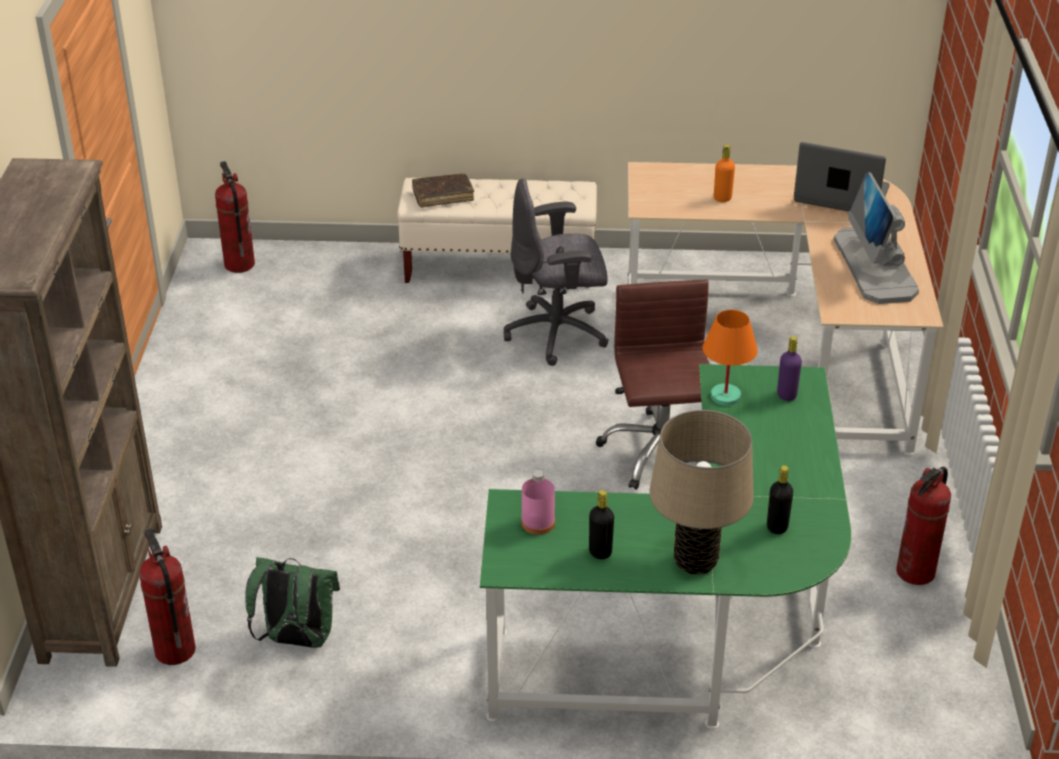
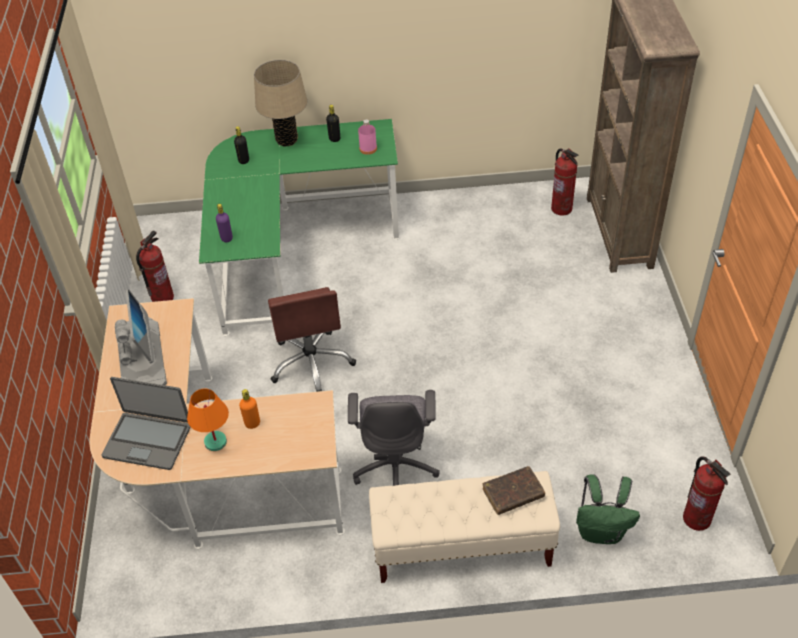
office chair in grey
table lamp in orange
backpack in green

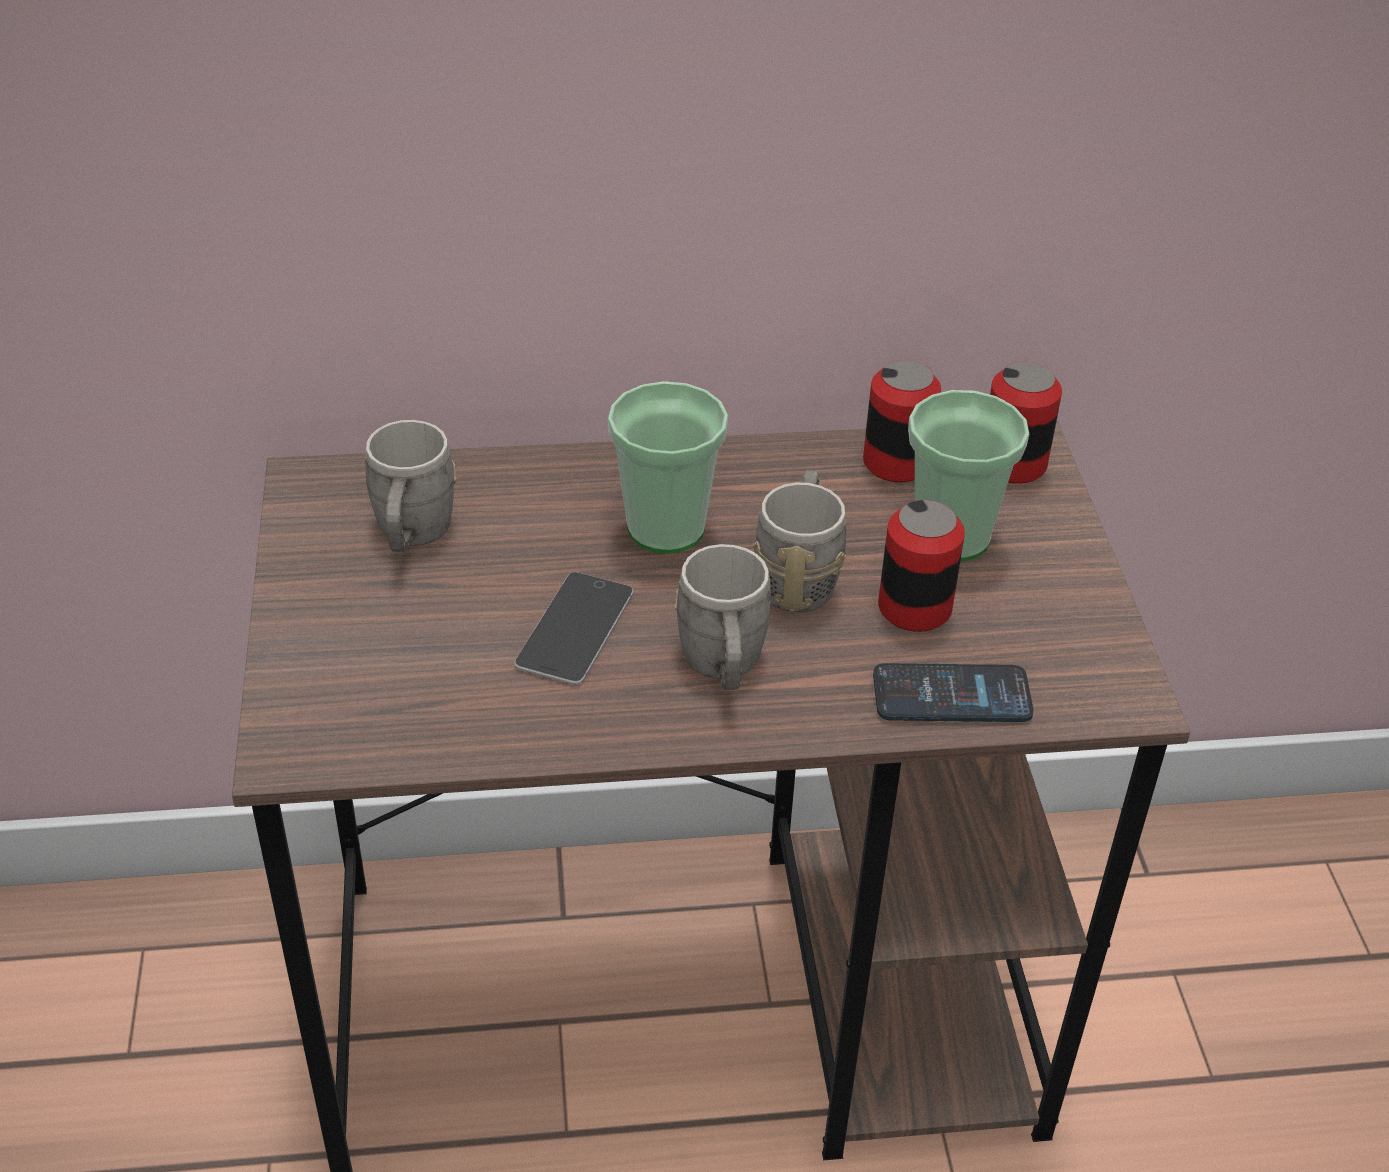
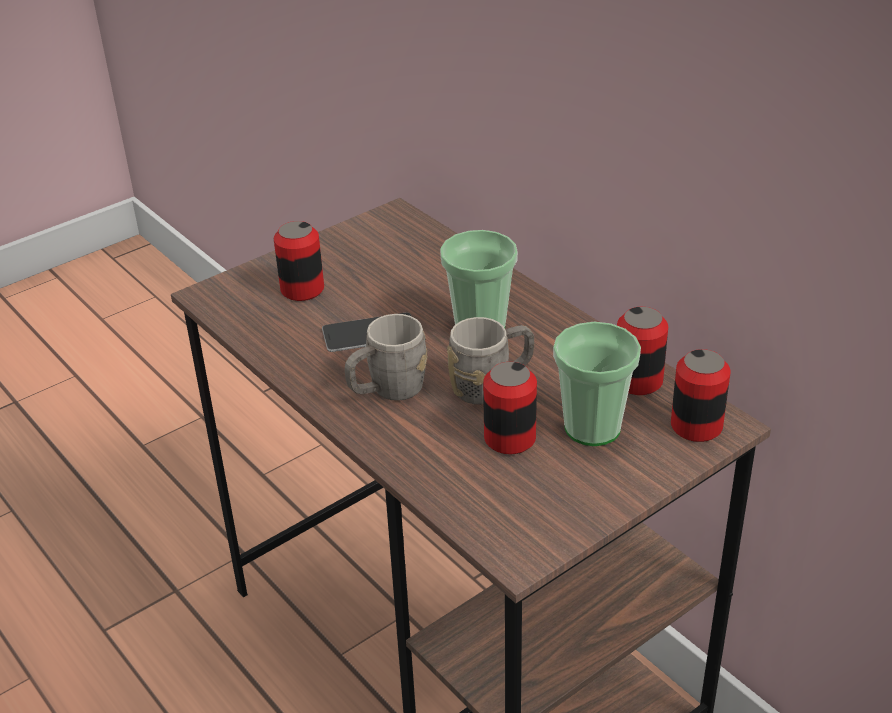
mug in grey (1st from left in the first image)
phone (2nd from left in the first image)
can (1st from left)

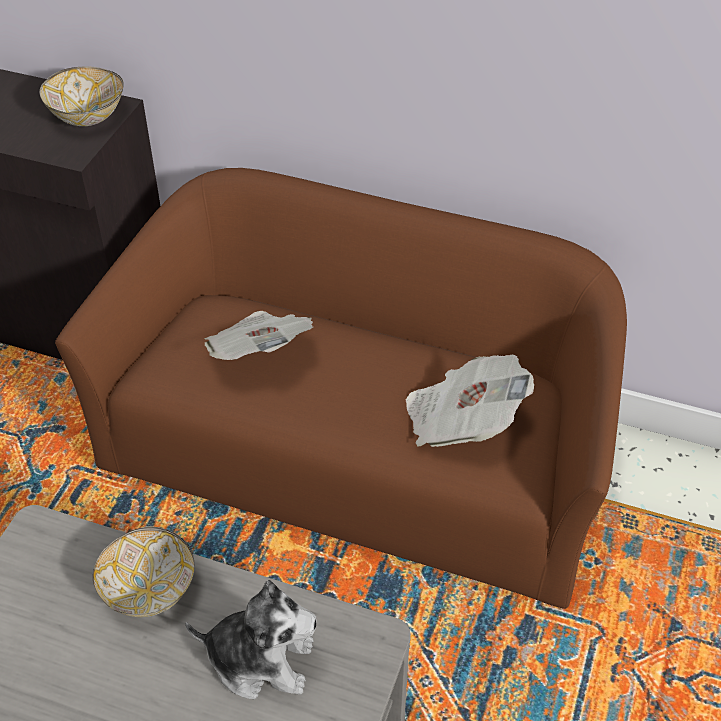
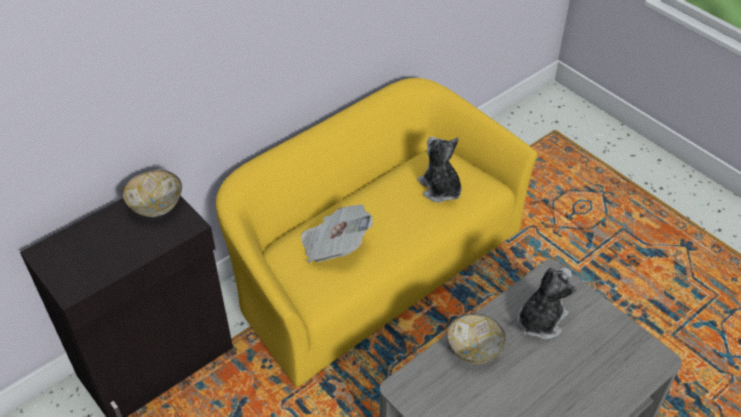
sofa in yellow
plush toy (1st from left)

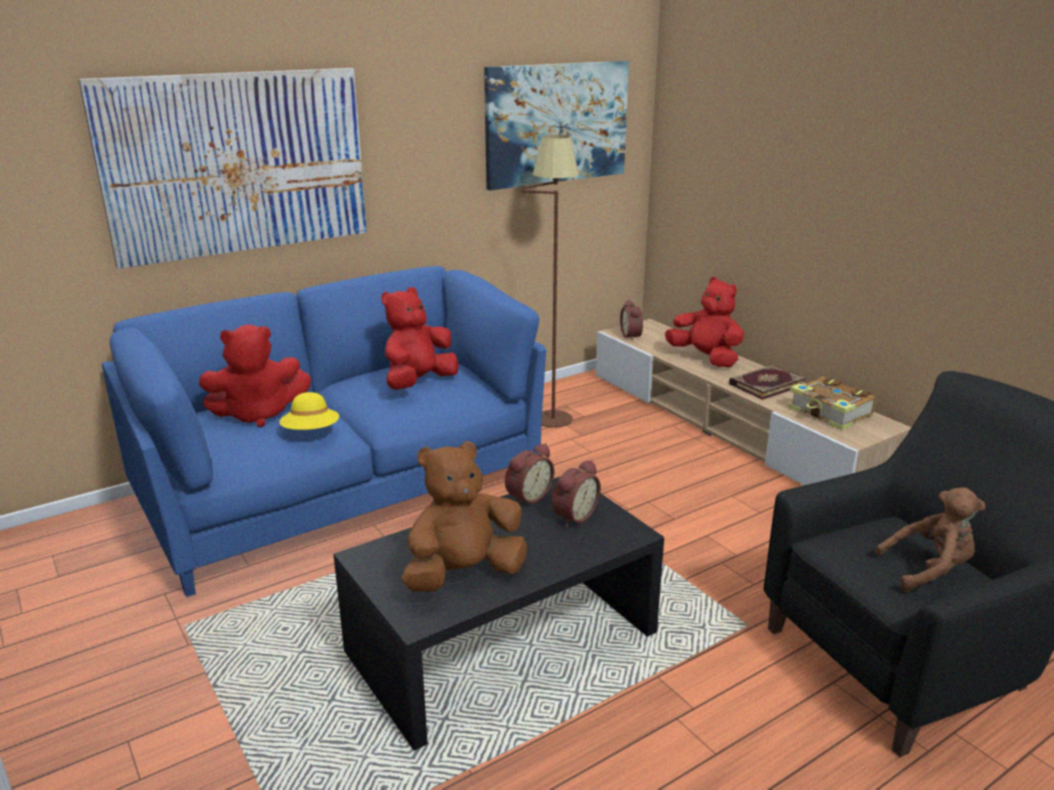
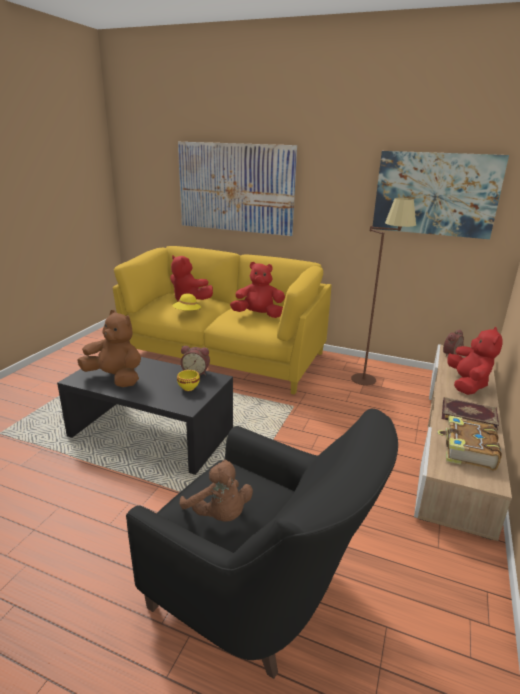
sofa in yellow
bowl in yellow

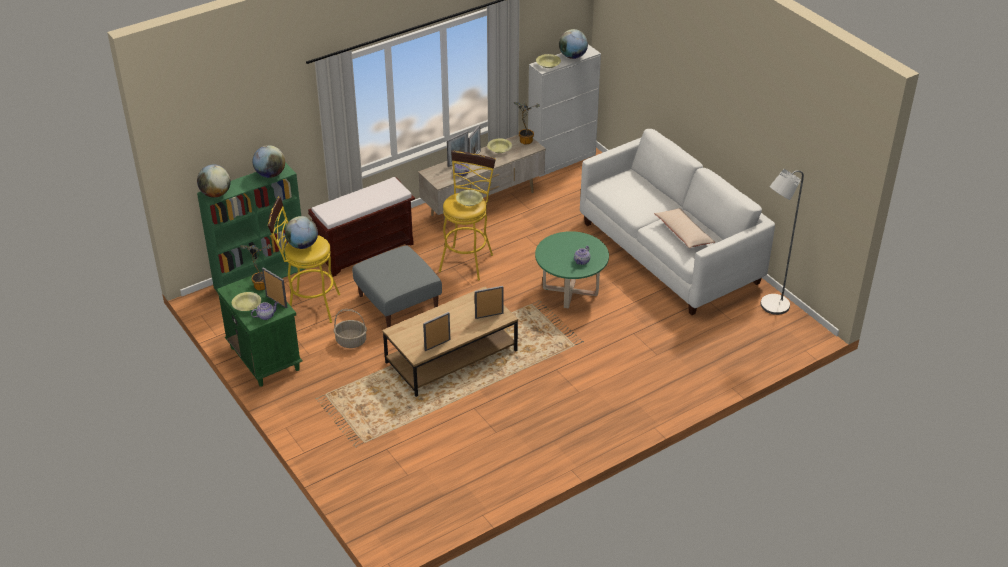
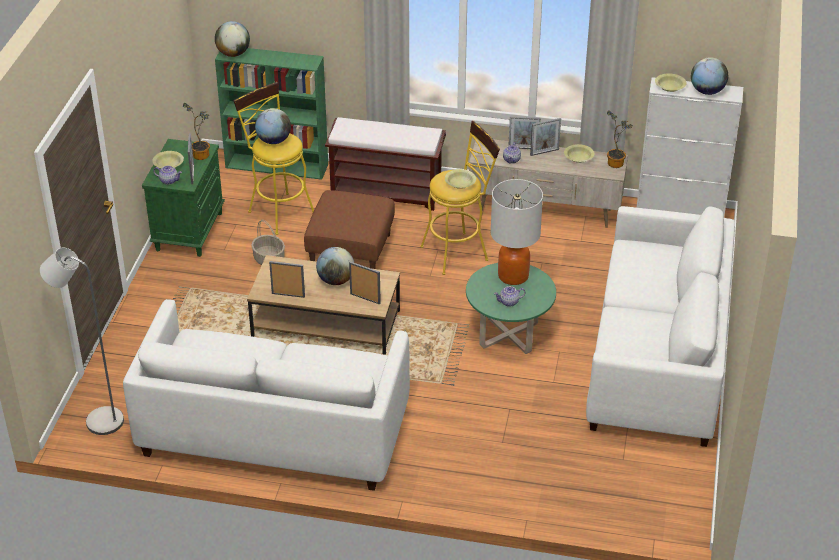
globe (3rd from left)
floor lamp in grey
pillow in beige
ottoman in brown
table lamp
sofa in white (1st from left)

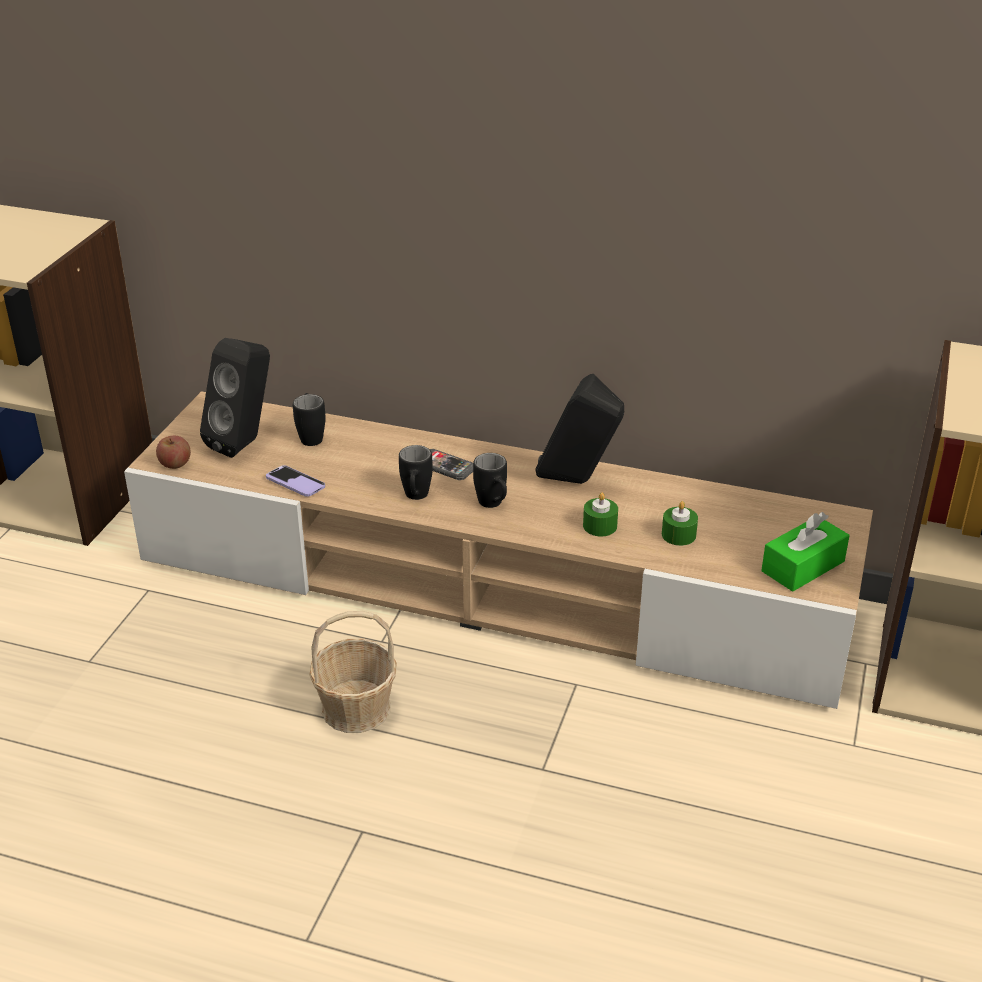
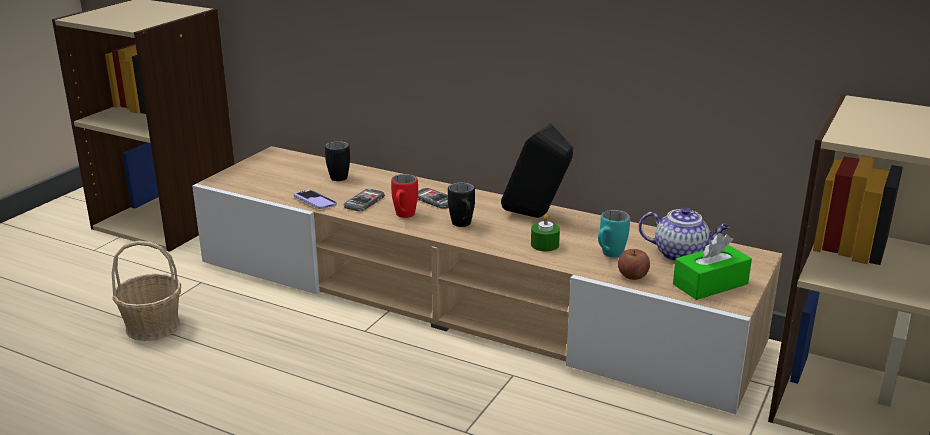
speaker in black (1st from left in the first image)
apple
mug in red
mug in turquoise
basket
phone (2nd from left)
teapot

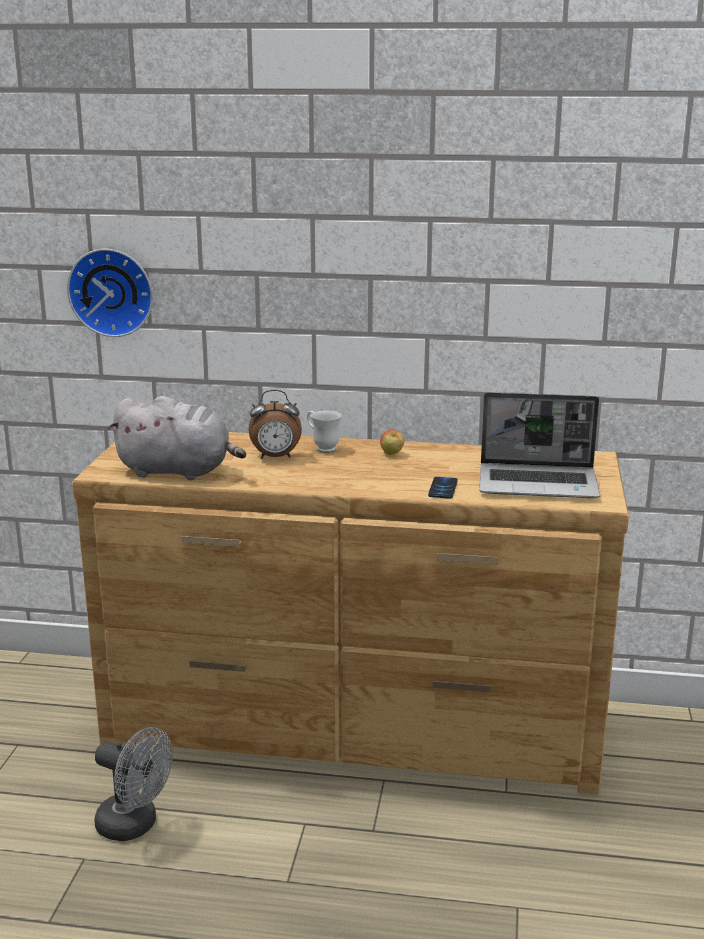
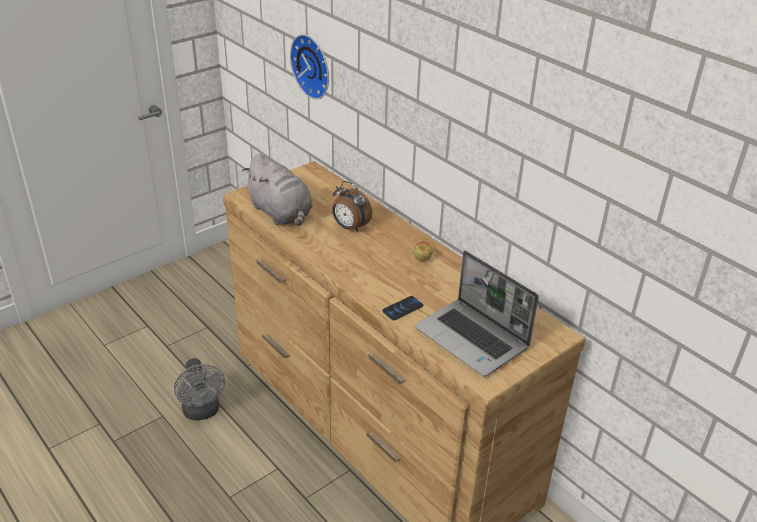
mug in white

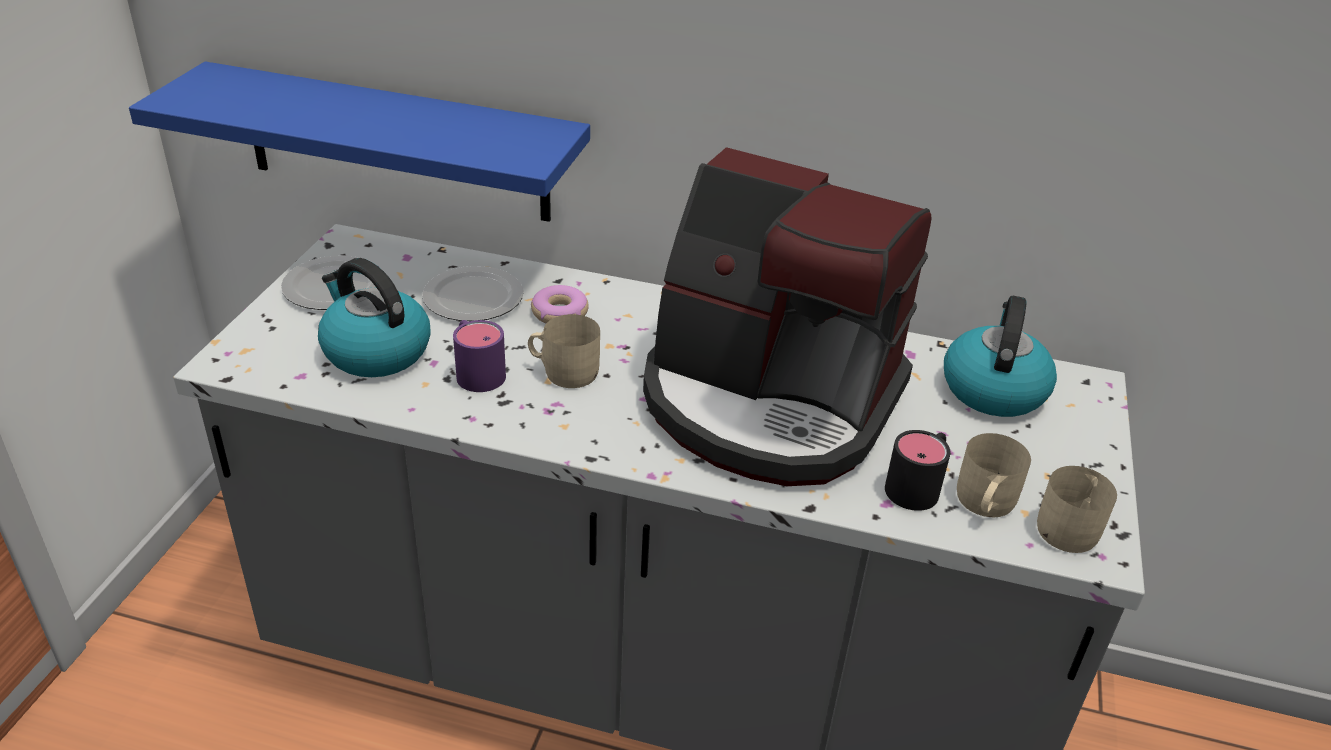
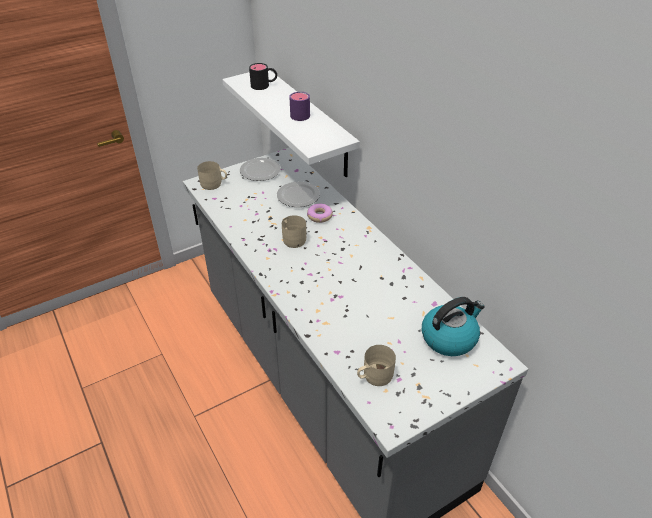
shelf in white
coffee machine
kettle (1st from left in the first image)
mug in purple
mug in black
mug in beige (1st from left)

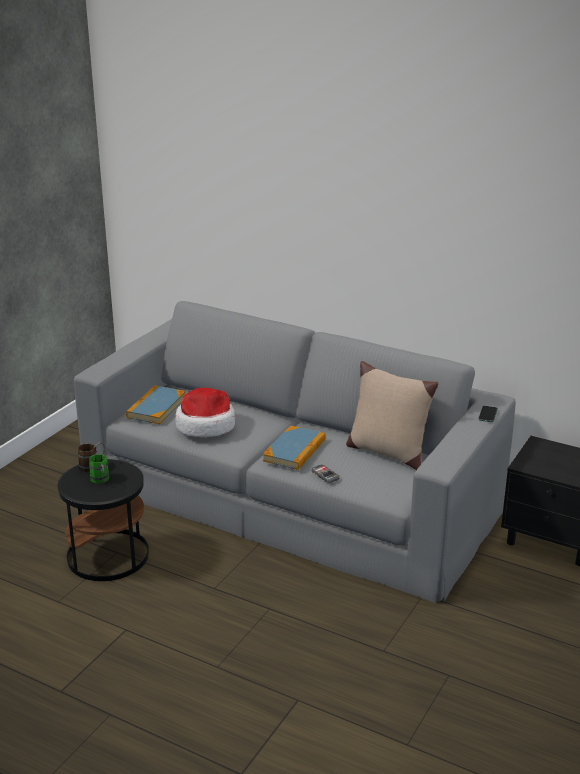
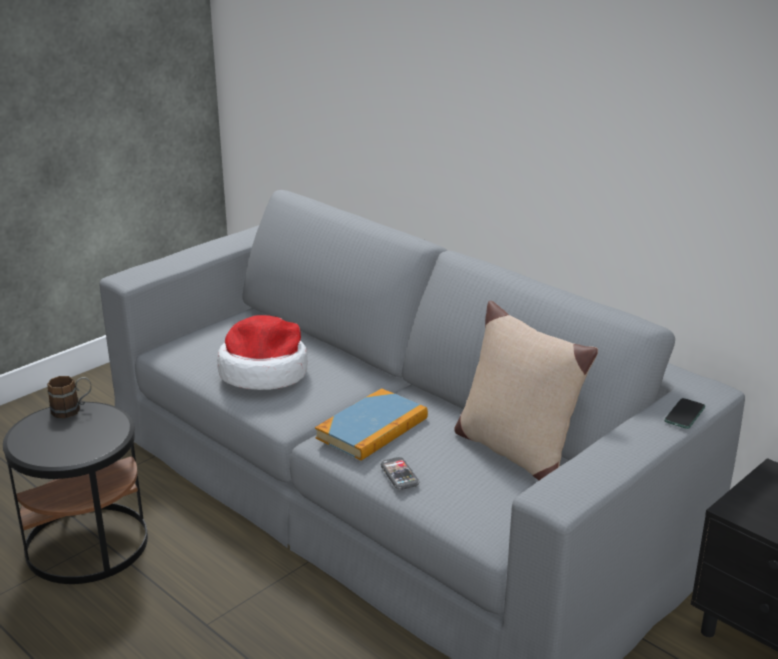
book (1st from left in the first image)
mug in green

